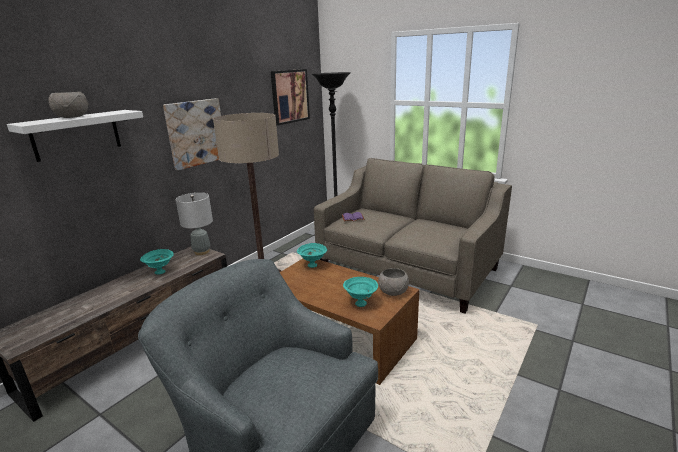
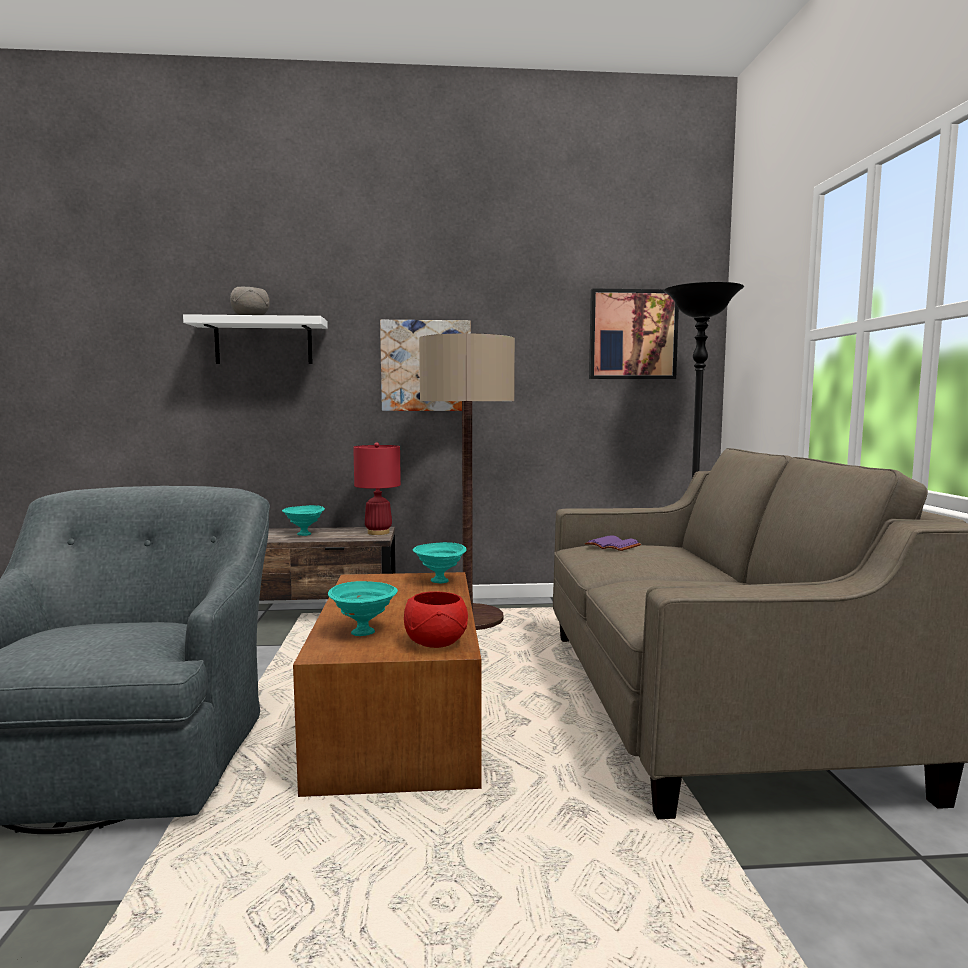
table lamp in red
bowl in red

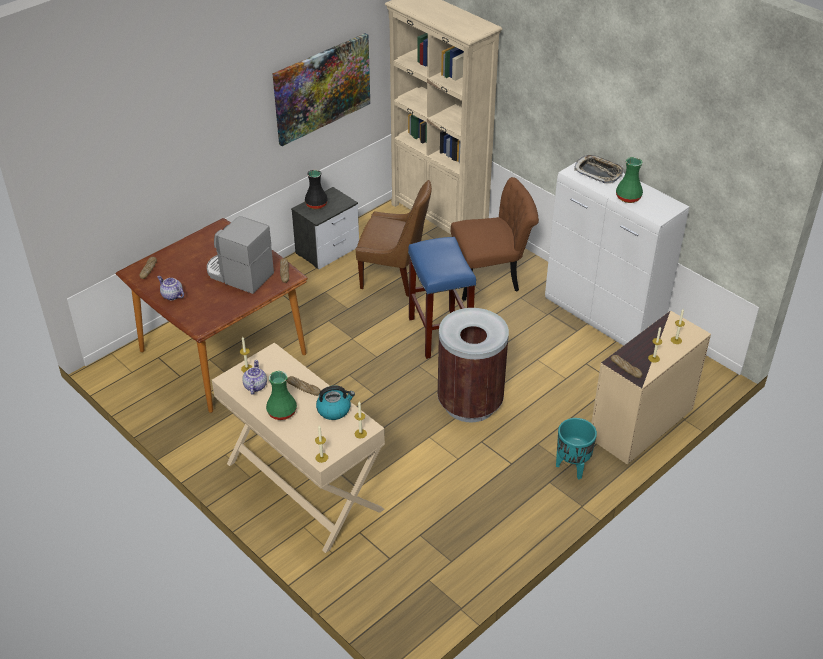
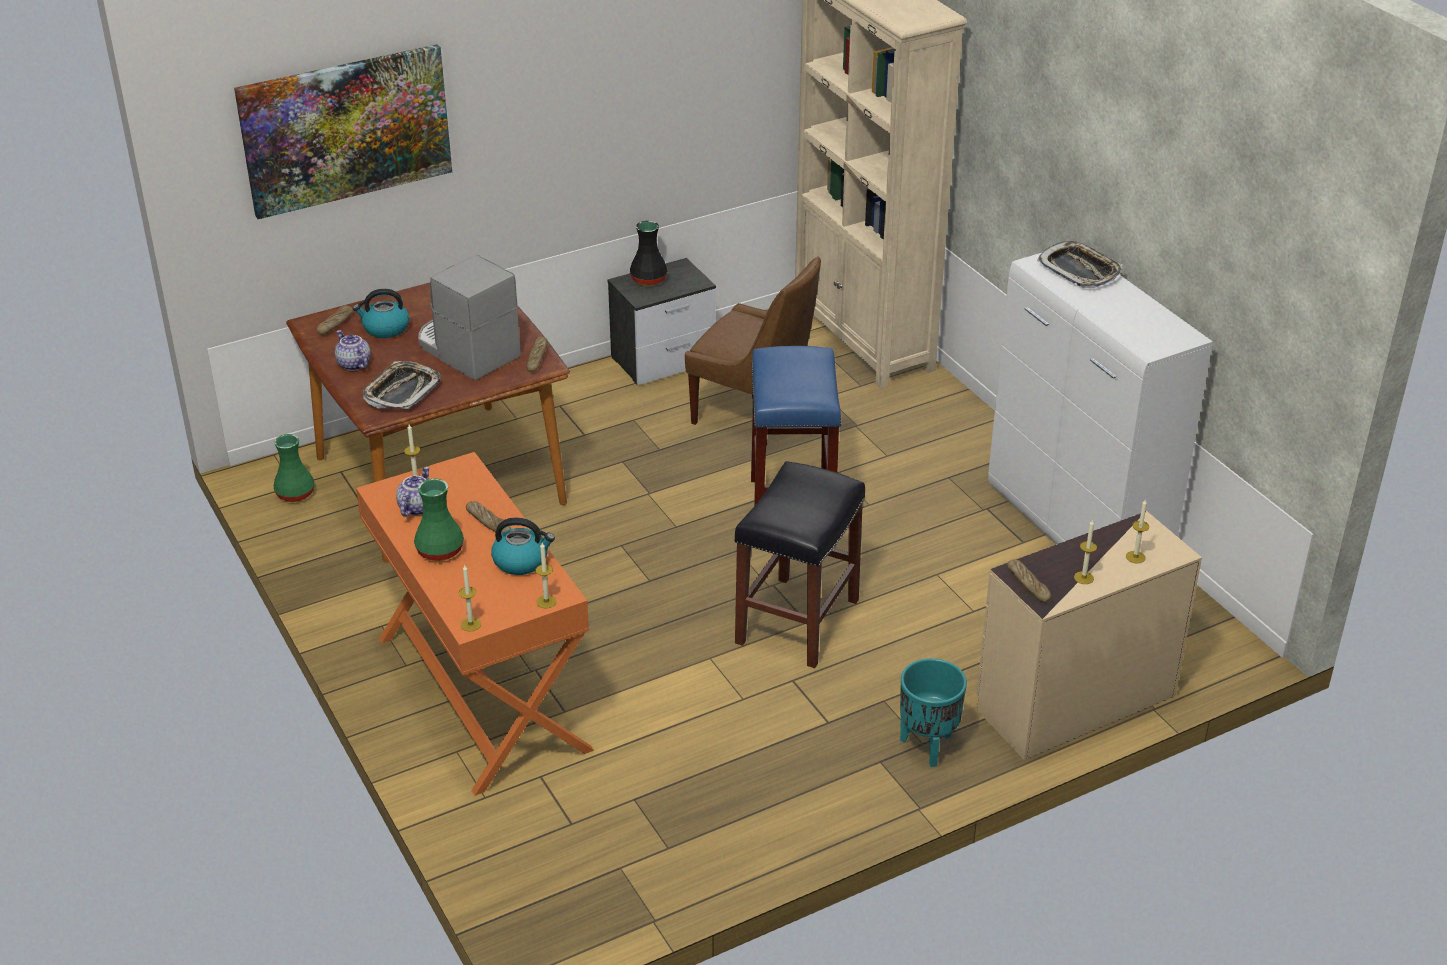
picture
vase in green (1st from left)
chair in brown (2nd from left in the first image)
stool in black
console table in orange
kettle (1st from left)
tray (1st from left)

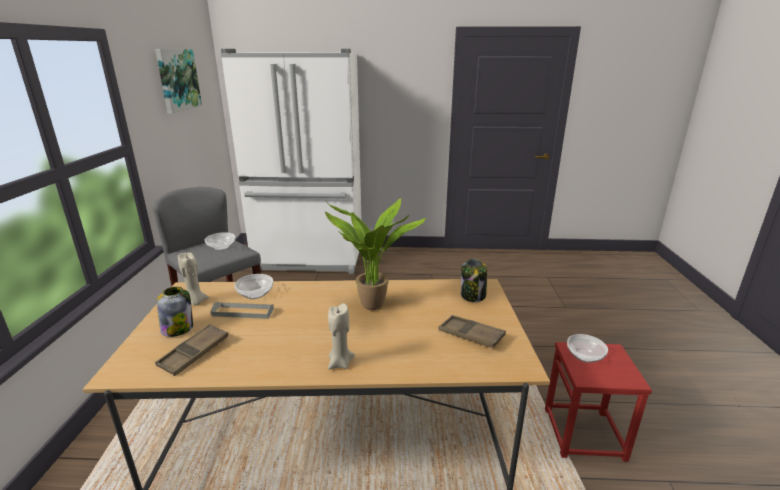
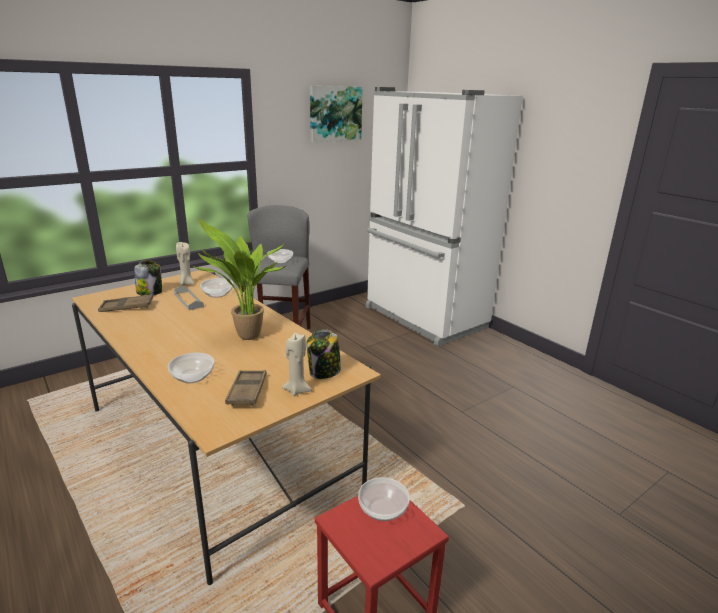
candle in beige (2nd from left)
bowl (1st from left)

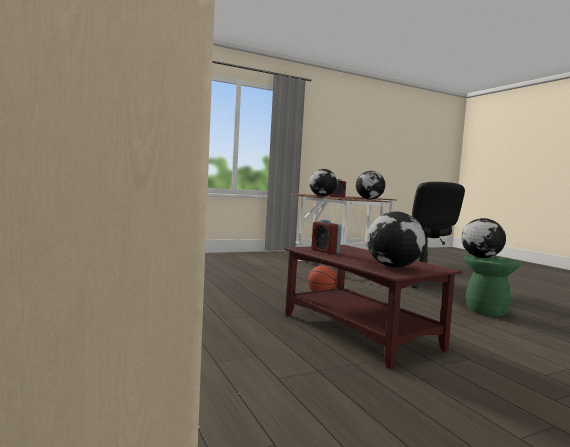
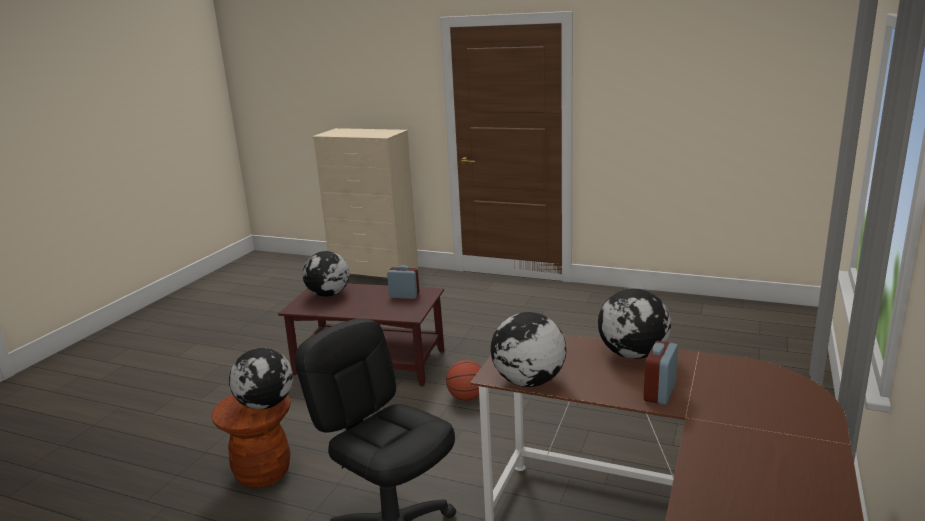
stool in brown

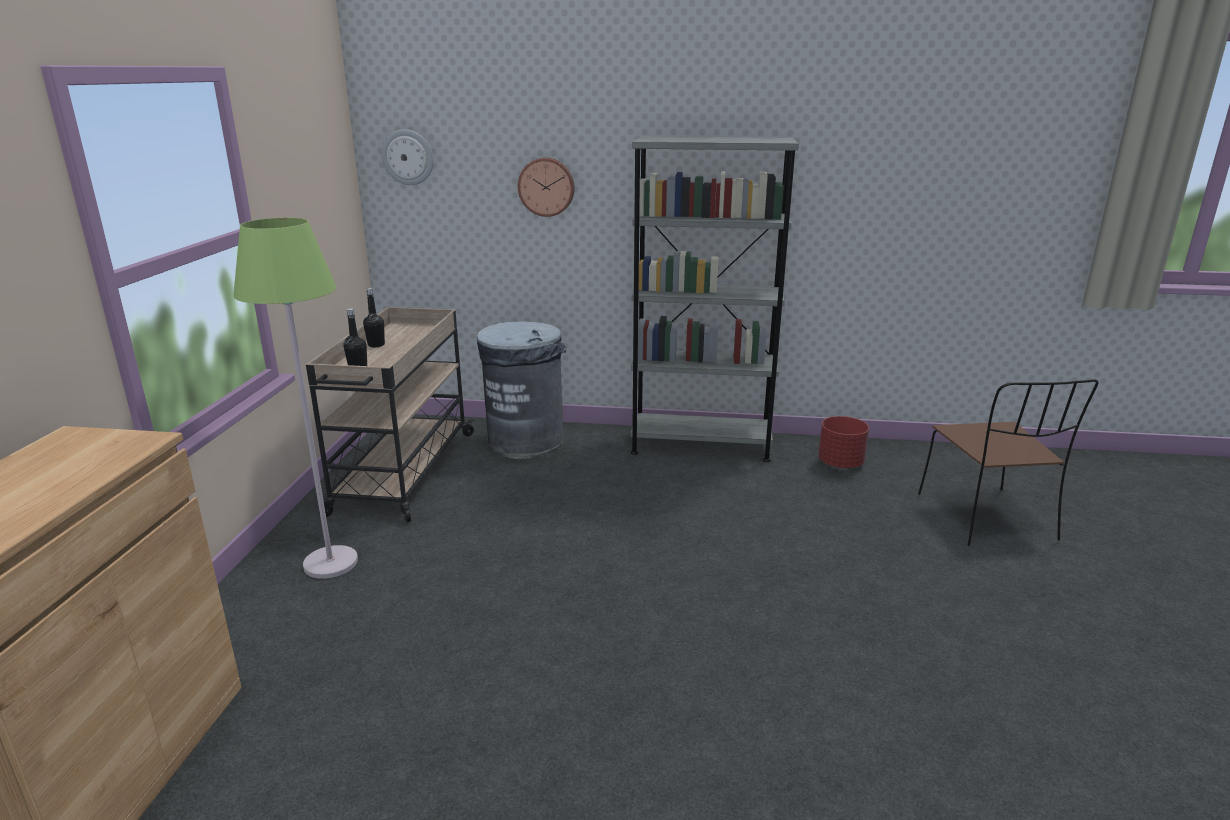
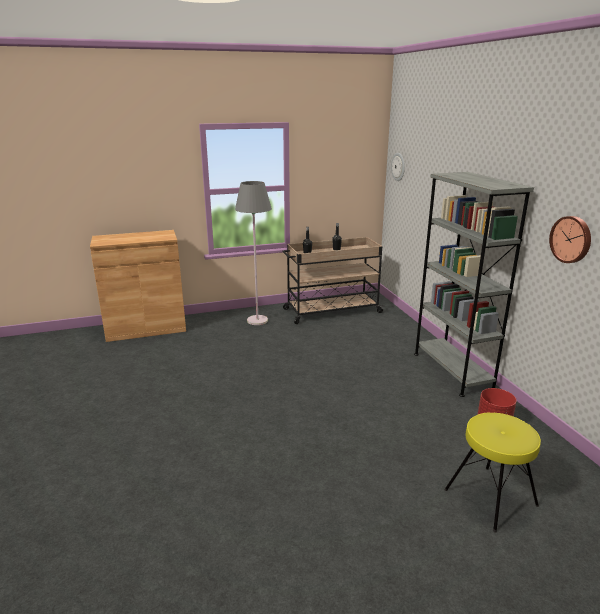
wall clock (2nd from left)
floor lamp in grey
trash can in grey
stool in yellow

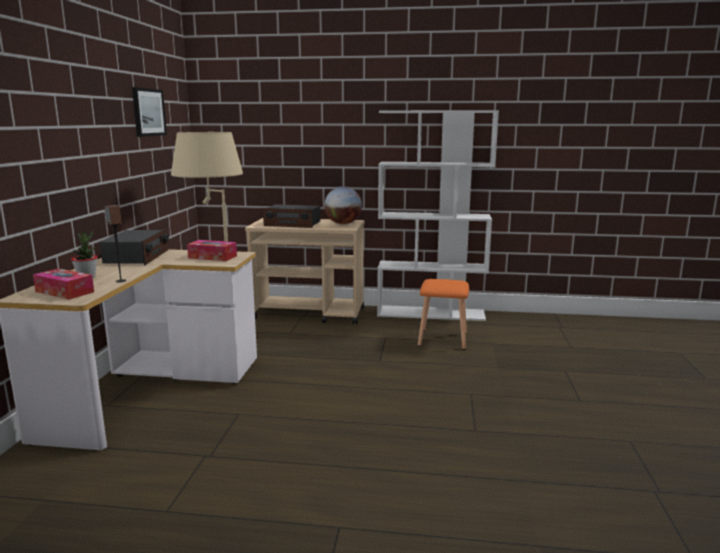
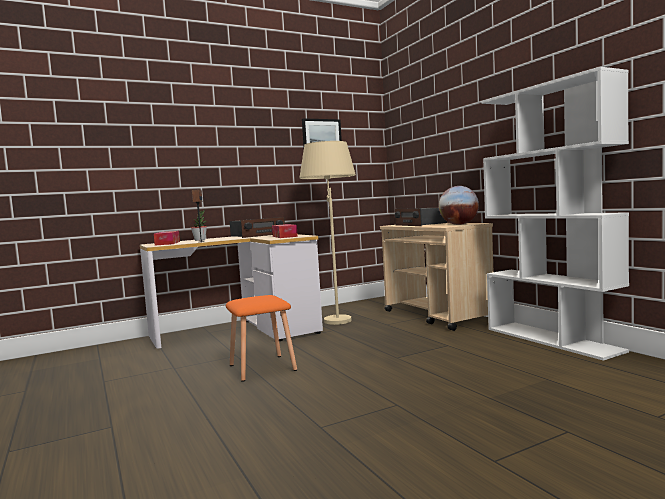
stool in orange

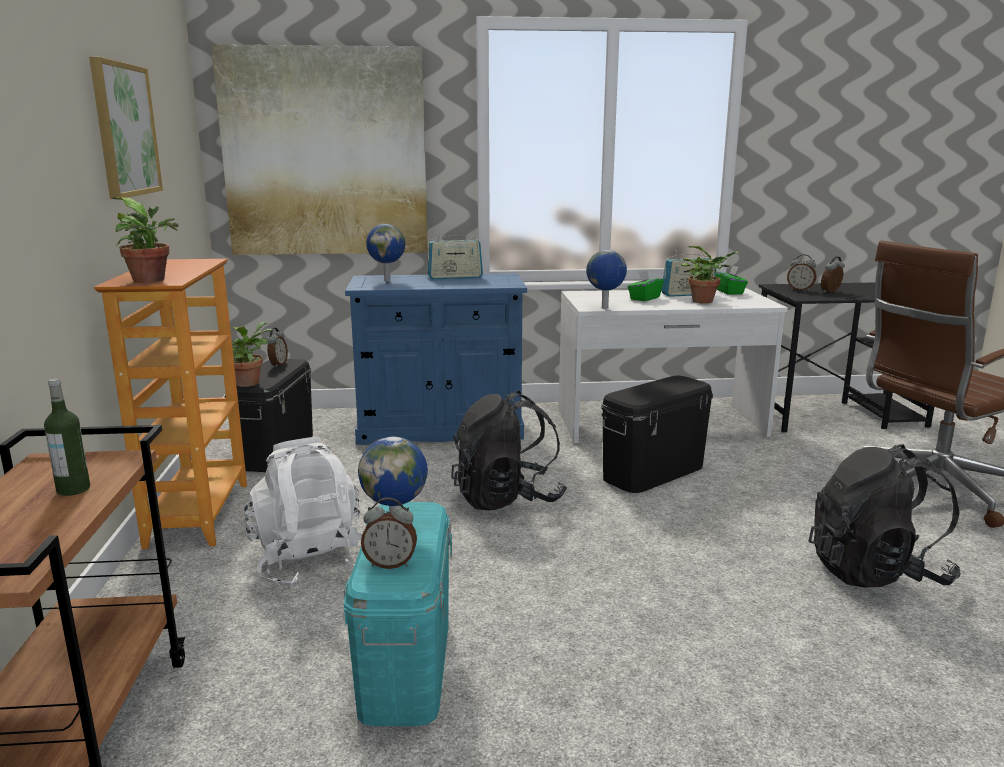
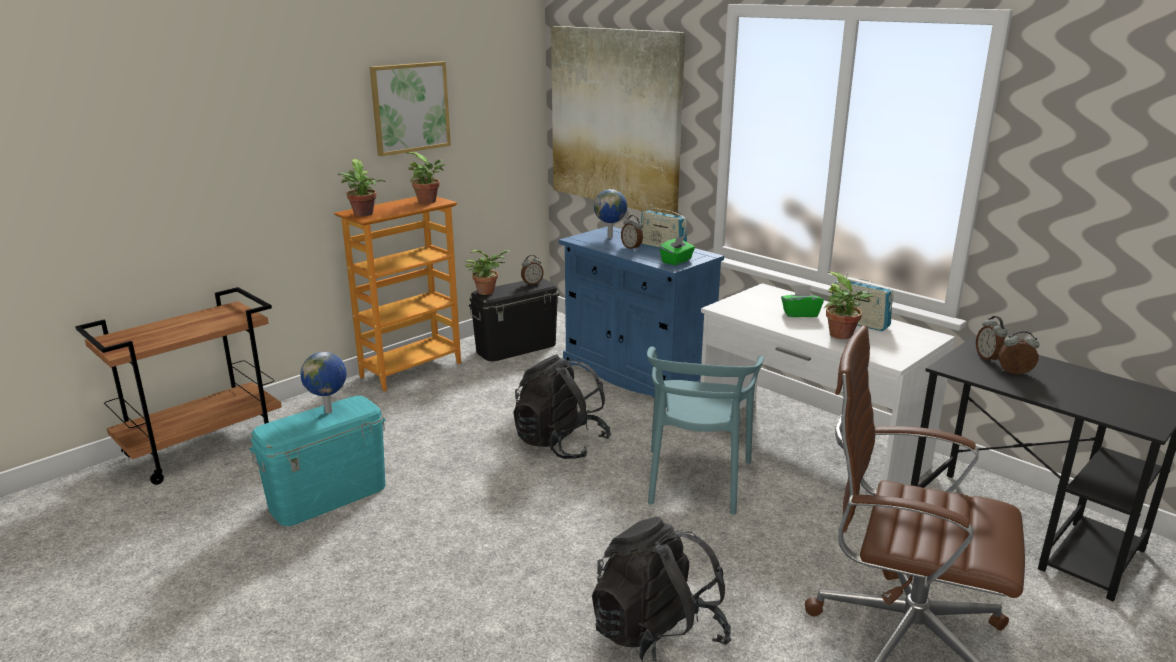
globe (3rd from left in the first image)
tissue box in green (1st from left)
chair in turquoise
bottle
backpack in white
alarm clock (2nd from left)
potted plant (2nd from left)

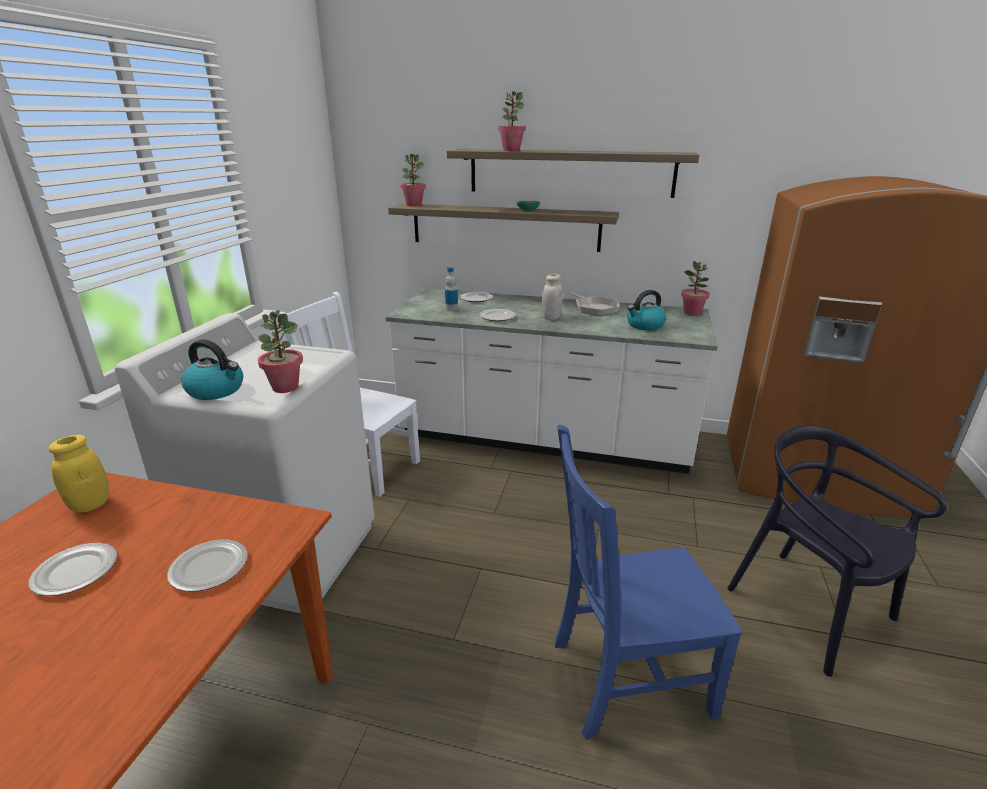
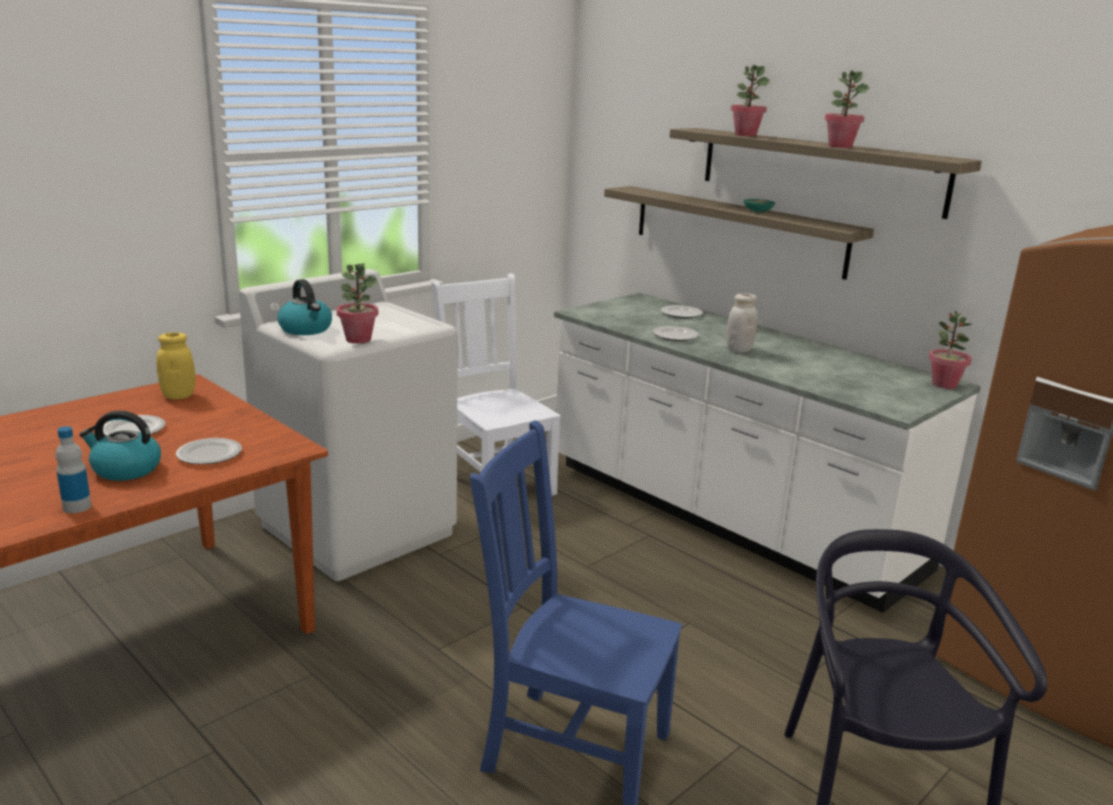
potted plant (3rd from left)
bottle
kettle (1st from left)
frying pan

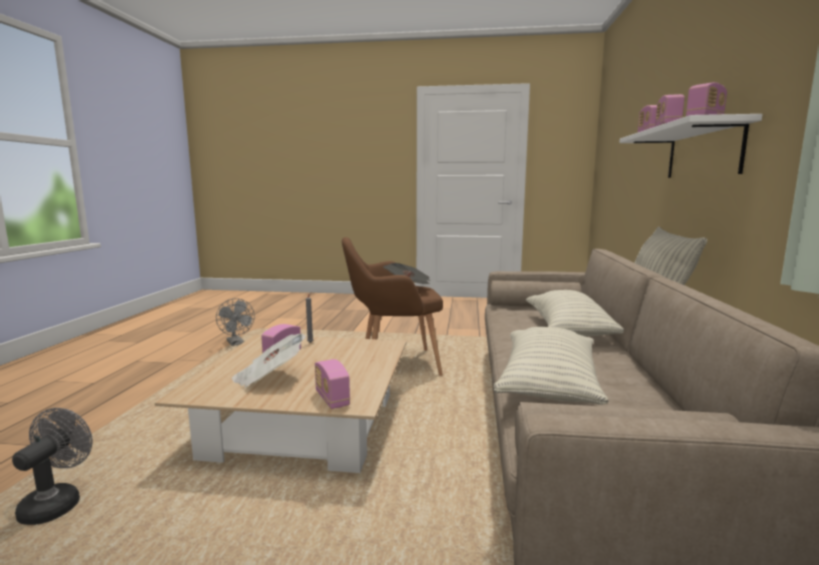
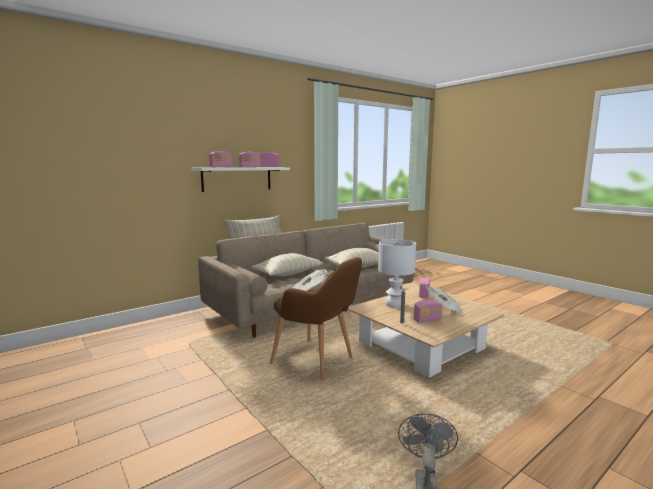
fan in grey (1st from left in the first image)
table lamp in white

